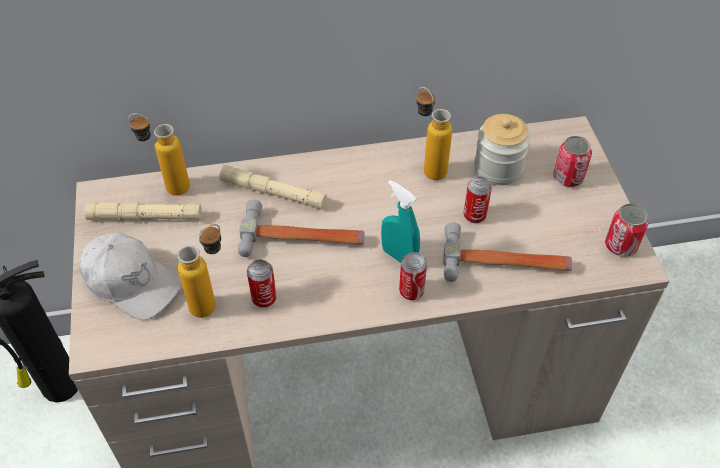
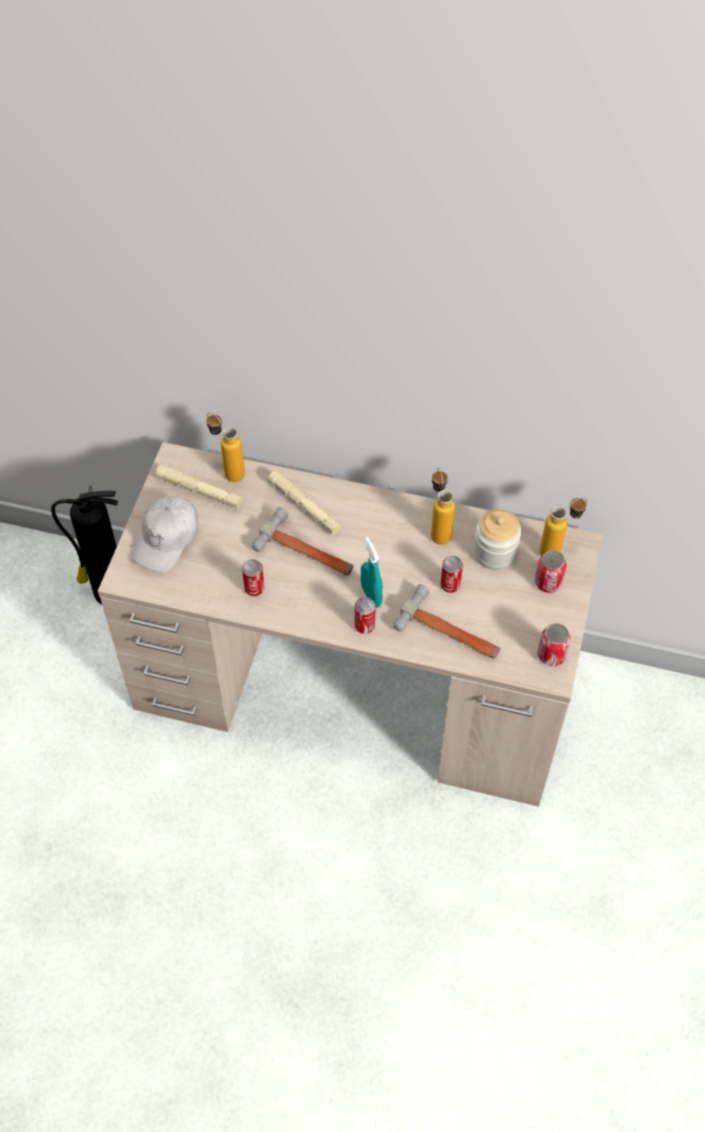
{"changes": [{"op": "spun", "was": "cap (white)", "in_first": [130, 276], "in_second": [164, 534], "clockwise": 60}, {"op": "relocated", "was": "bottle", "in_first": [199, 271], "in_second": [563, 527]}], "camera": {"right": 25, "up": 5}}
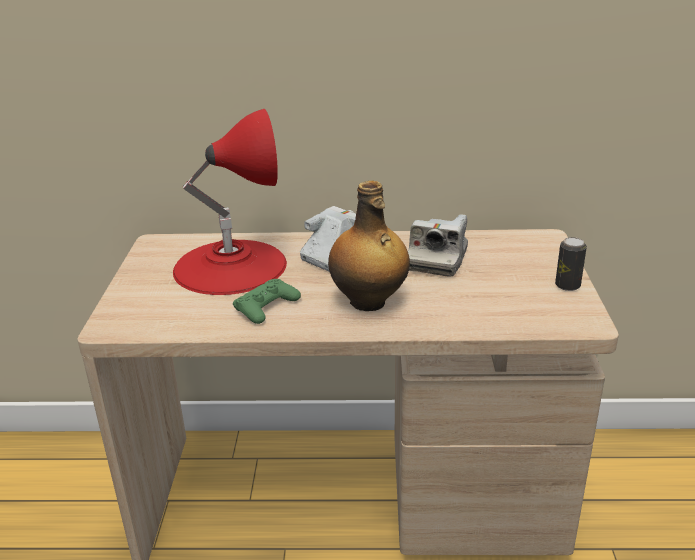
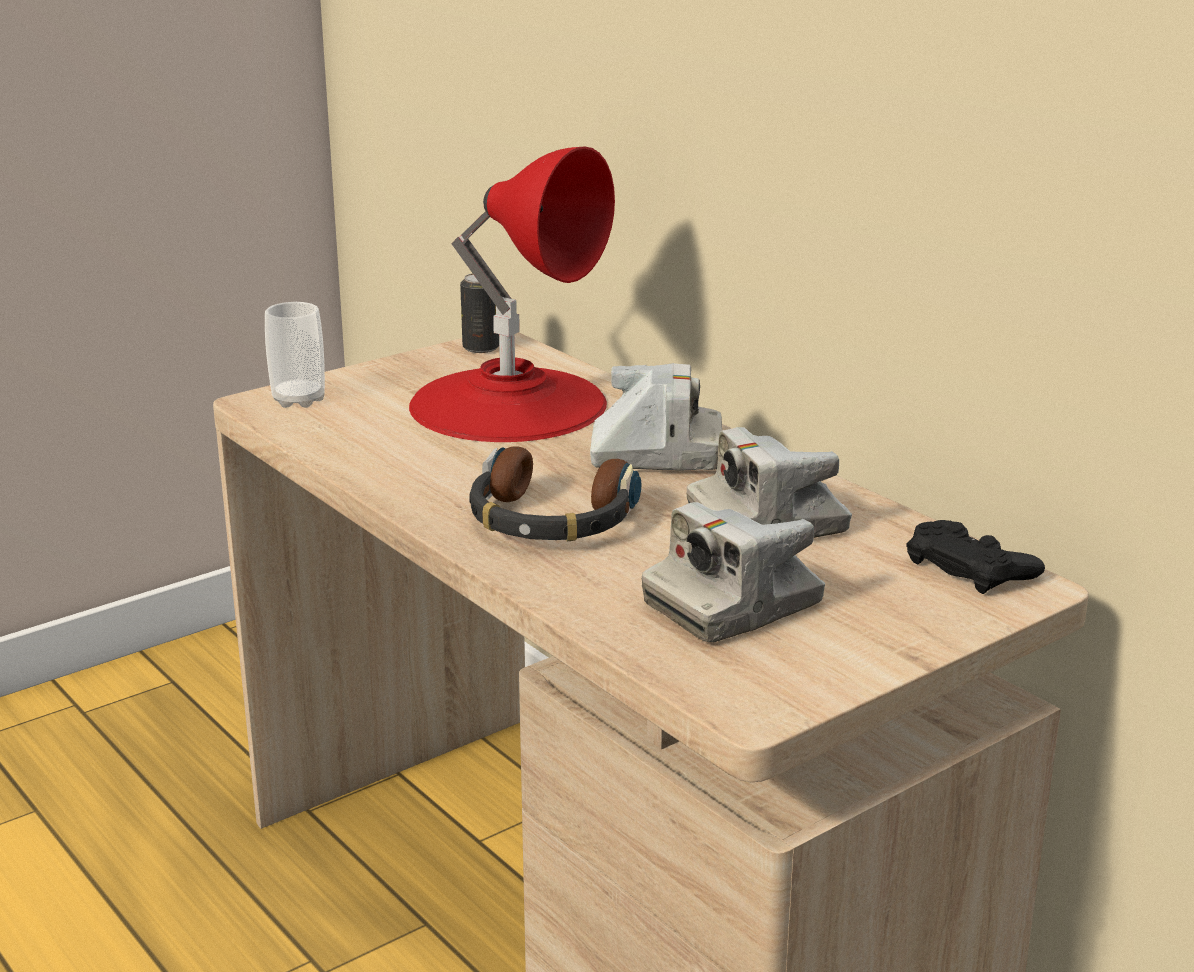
{"changes": [{"op": "missing", "was": "game controller (green)", "in_first": [267, 301]}, {"op": "exchanged", "was": "bottle", "now": "headphones", "in_first": [369, 246], "in_second": [555, 494]}, {"op": "relocated", "was": "can", "in_first": [571, 264], "in_second": [479, 313]}, {"op": "appeared", "now": "cup", "in_second": [295, 355]}, {"op": "appeared", "now": "photo camera", "in_second": [733, 572]}, {"op": "appeared", "now": "game controller (black)", "in_second": [975, 557]}], "camera": {"right": 50, "up": -5}}
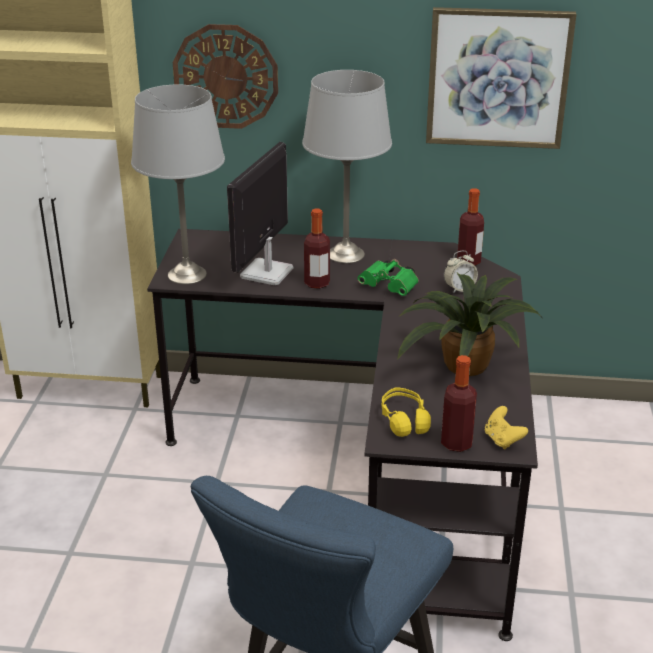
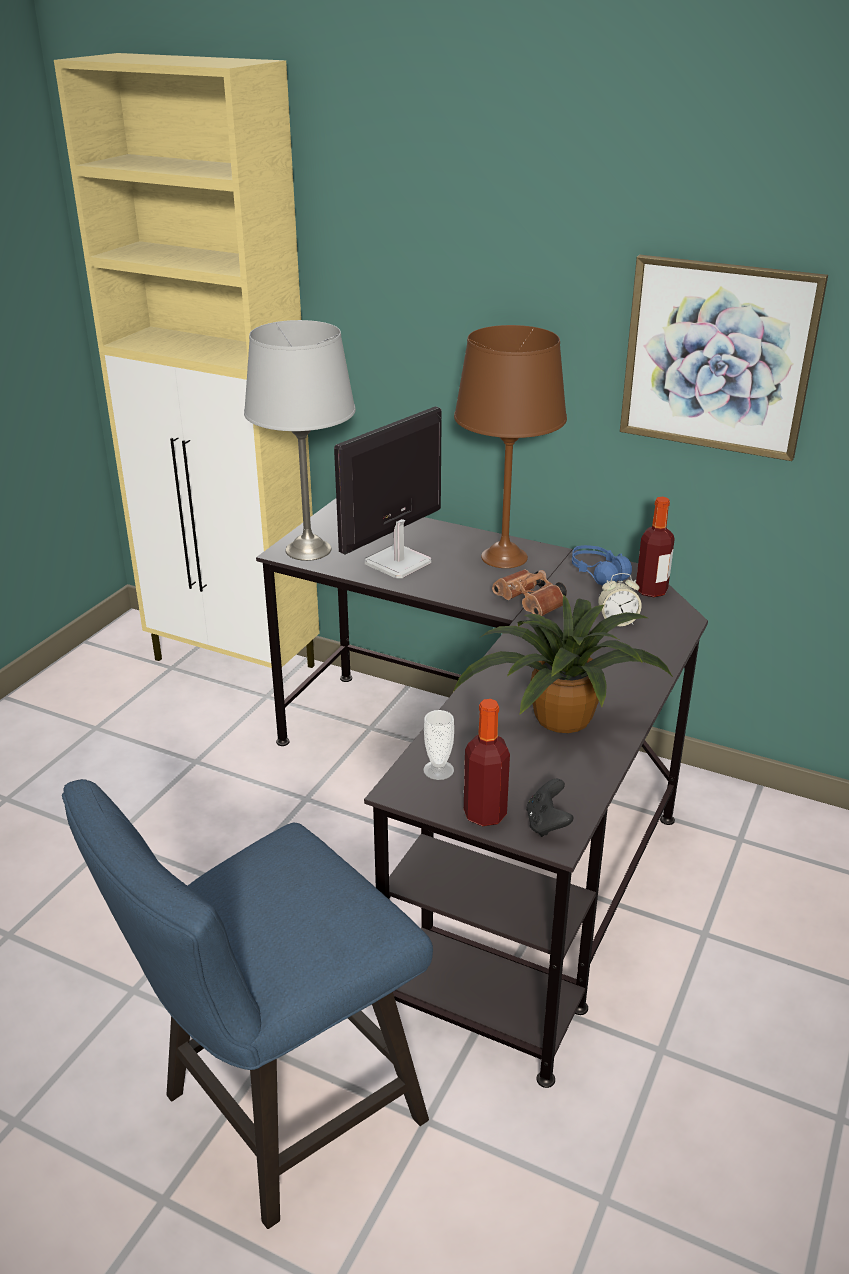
{"changes": [{"op": "missing", "was": "wall clock", "in_first": [225, 76]}, {"op": "colour", "was": "table lamp (grey)", "now": "table lamp (brown)", "in_first": [347, 166], "in_second": [510, 446]}, {"op": "missing", "was": "bottle", "in_first": [317, 248]}, {"op": "colour", "was": "binoculars (green)", "now": "binoculars (brown)", "in_first": [388, 277], "in_second": [529, 592]}, {"op": "exchanged", "was": "headphones (yellow)", "now": "cup", "in_first": [406, 412], "in_second": [438, 745]}, {"op": "colour", "was": "game controller (yellow)", "now": "game controller (black)", "in_first": [506, 427], "in_second": [550, 808]}, {"op": "appeared", "now": "headphones (blue)", "in_second": [602, 565]}], "camera": {"right": 20, "up": 0}}
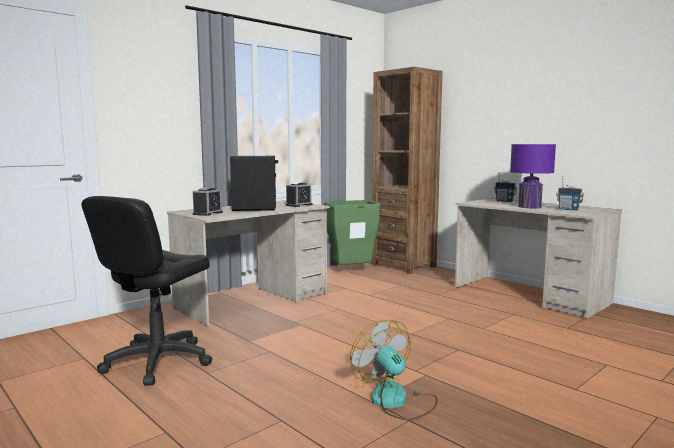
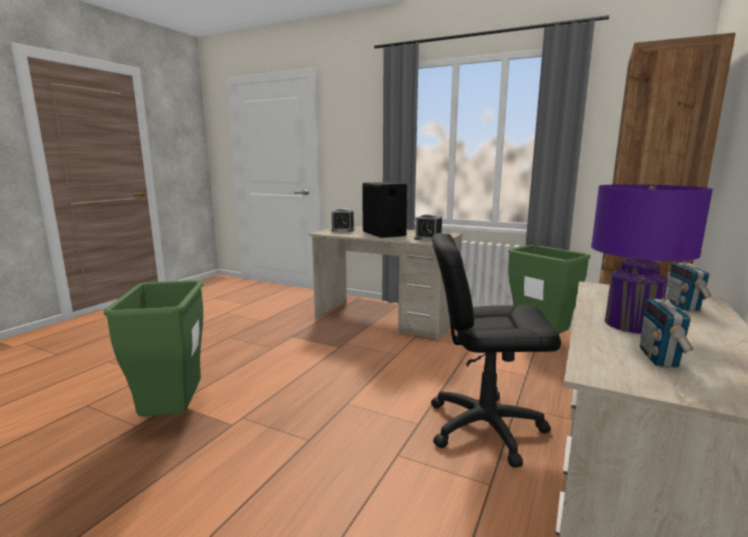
{"changes": [{"op": "relocated", "was": "office chair (black)", "in_first": [146, 291], "in_second": [496, 350]}, {"op": "exchanged", "was": "fan", "now": "trash can (green)", "in_first": [394, 370], "in_second": [153, 348]}], "camera": {"right": 70, "up": 5}}
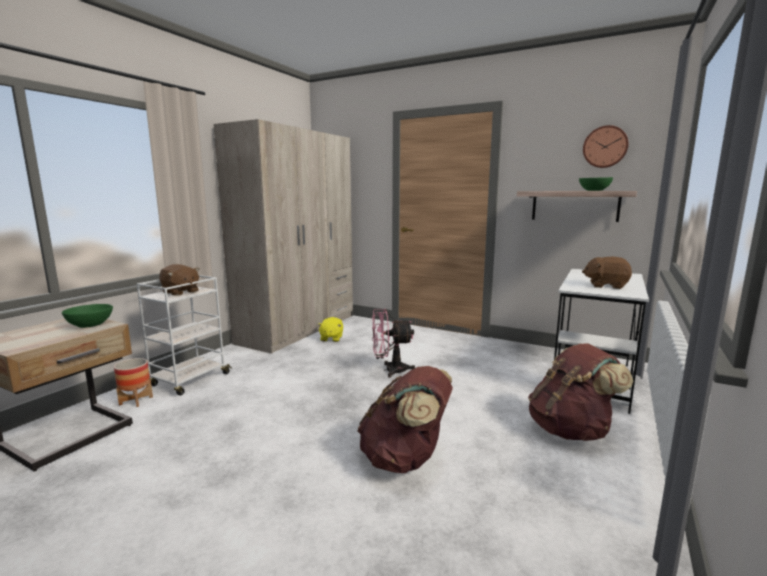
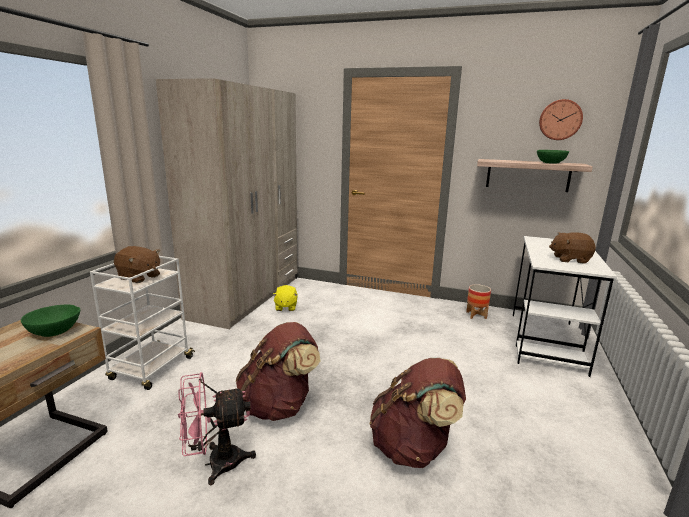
{"changes": [{"op": "relocated", "was": "planter", "in_first": [133, 382], "in_second": [478, 301]}, {"op": "relocated", "was": "fan (pink)", "in_first": [393, 343], "in_second": [217, 428]}, {"op": "relocated", "was": "backpack (brown)", "in_first": [580, 392], "in_second": [278, 371]}], "camera": {"right": -10, "up": 5}}
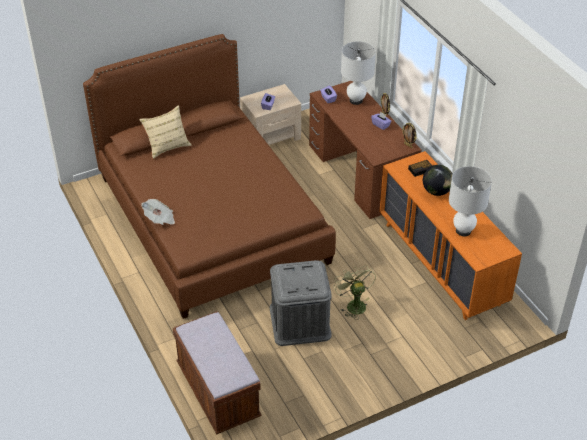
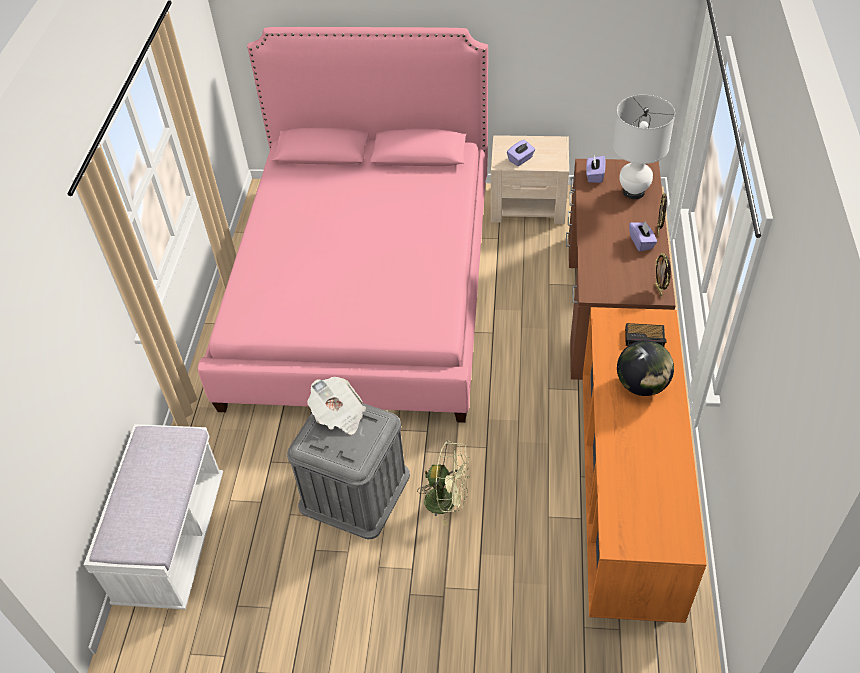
{"changes": [{"op": "colour", "was": "bed (brown)", "now": "bed (pink)", "in_first": [209, 176], "in_second": [343, 225]}, {"op": "missing", "was": "pillow (beige)", "in_first": [165, 132]}, {"op": "relocated", "was": "newspaper", "in_first": [158, 212], "in_second": [336, 406]}, {"op": "colour", "was": "bench (brown)", "now": "bench (white)", "in_first": [217, 373], "in_second": [153, 516]}, {"op": "spun", "was": "fan (green)", "in_first": [355, 292], "in_second": [443, 483], "clockwise": 90}, {"op": "missing", "was": "table lamp (white)", "in_first": [470, 201]}], "camera": {"right": 35, "up": 5}}
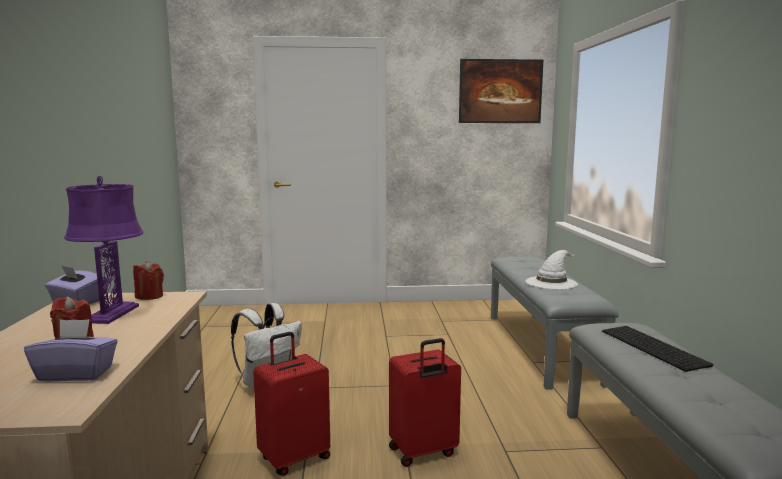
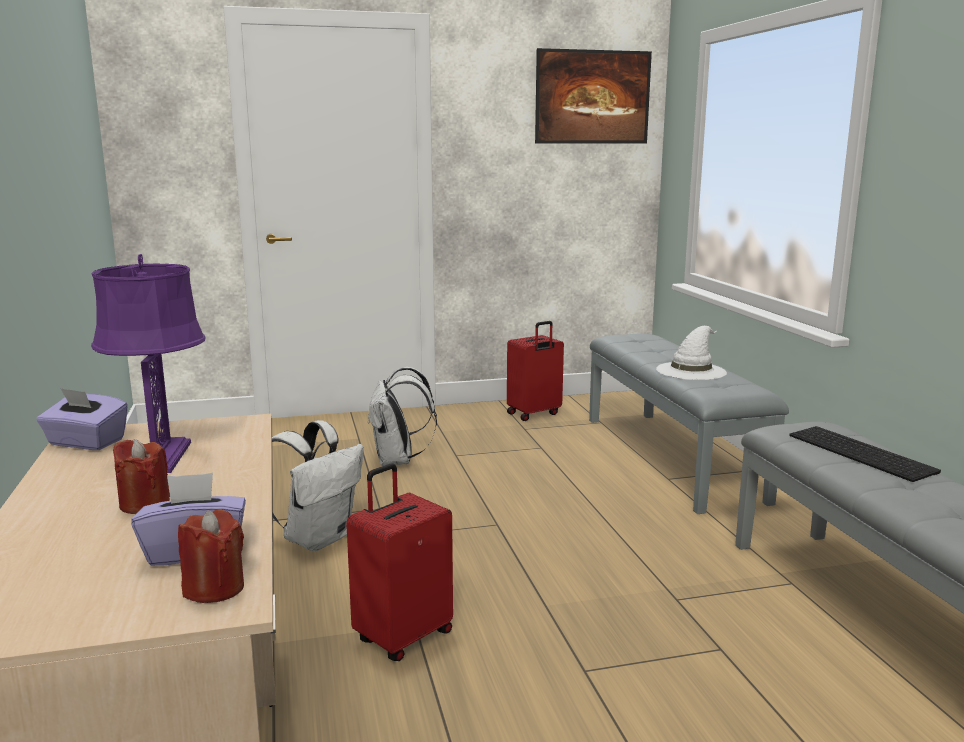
{"changes": [{"op": "relocated", "was": "candle (red)", "in_first": [148, 280], "in_second": [211, 556]}, {"op": "relocated", "was": "suitcase (red)", "in_first": [425, 402], "in_second": [535, 371]}, {"op": "appeared", "now": "backpack (white)", "in_second": [402, 416]}], "camera": {"right": -10, "up": 5}}
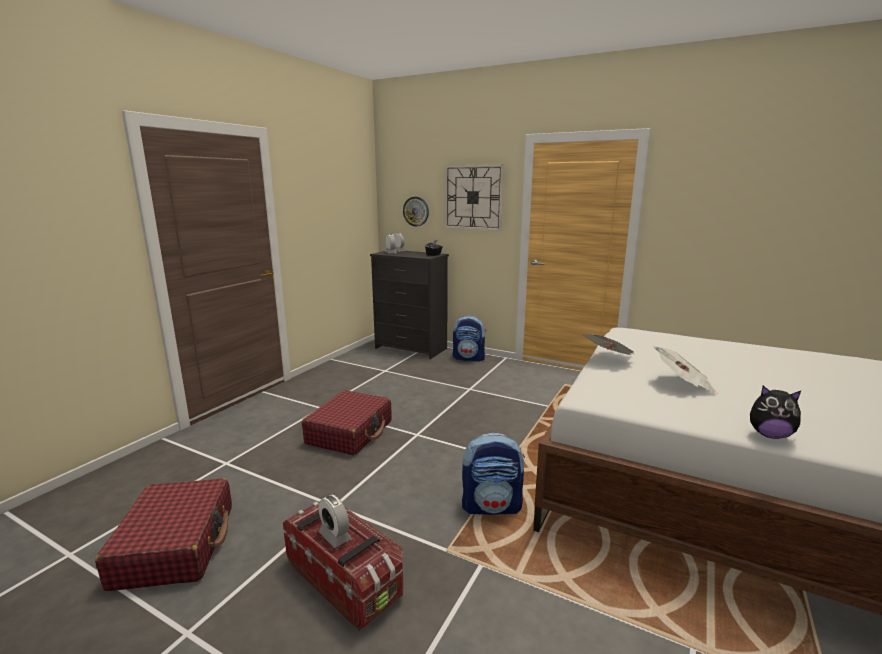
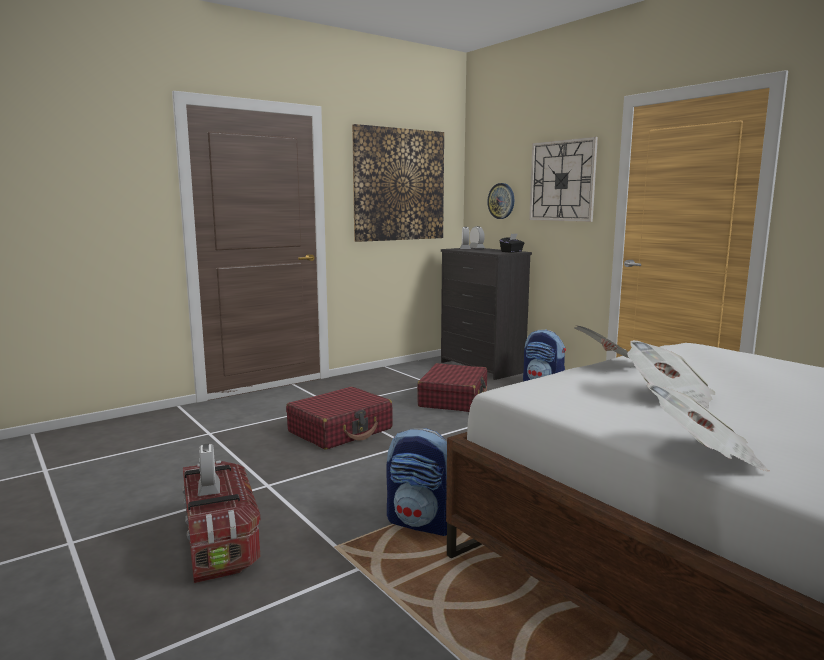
{"changes": [{"op": "relocated", "was": "suitcase (red)", "in_first": [163, 534], "in_second": [452, 387]}, {"op": "exchanged", "was": "plush toy", "now": "newspaper", "in_first": [775, 412], "in_second": [708, 428]}, {"op": "appeared", "now": "picture", "in_second": [398, 183]}], "camera": {"right": 25, "up": -5}}
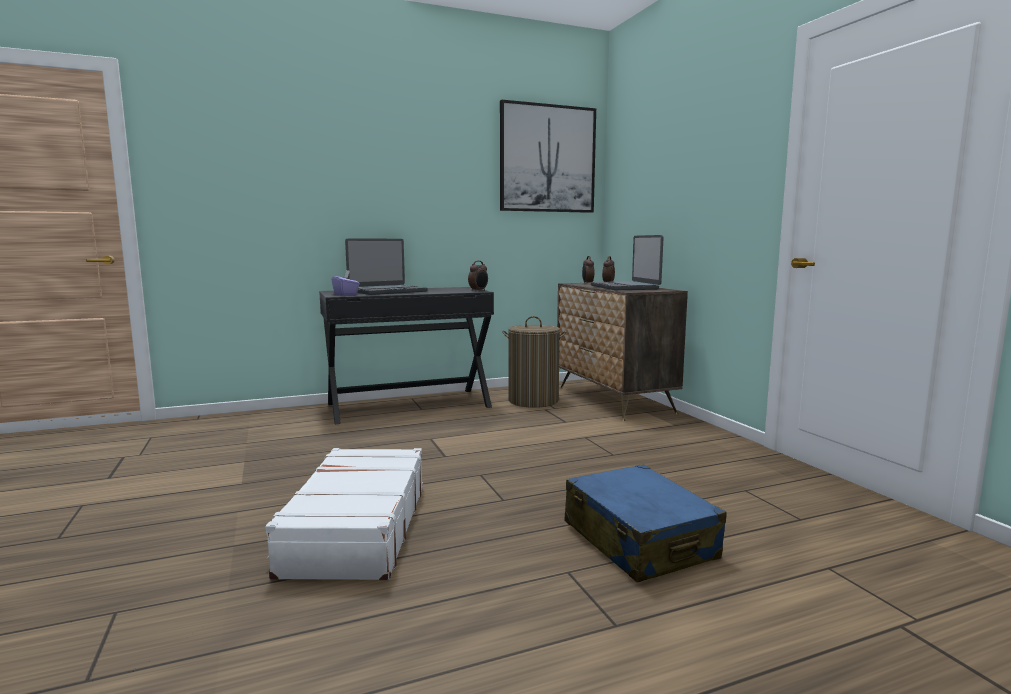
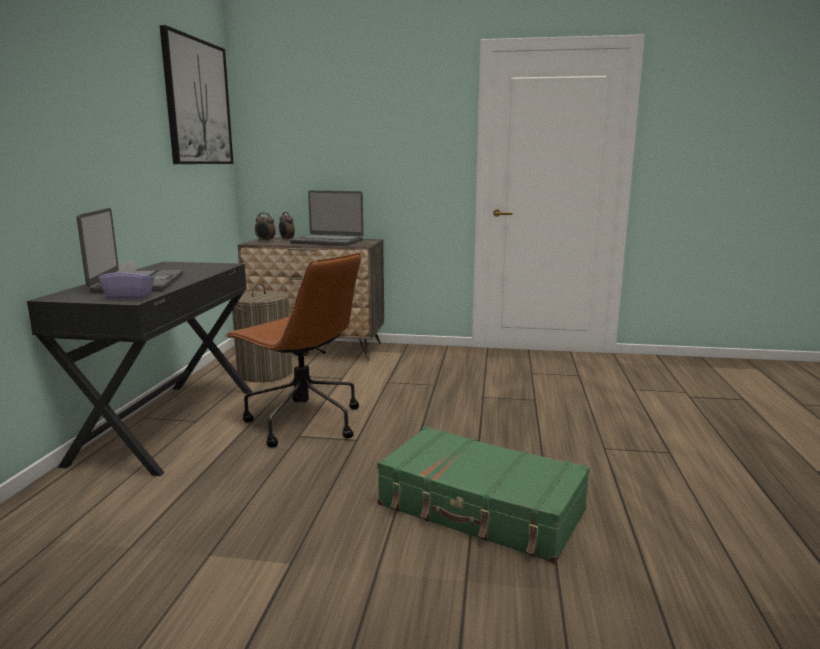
{"changes": [{"op": "colour", "was": "suitcase (white)", "now": "suitcase (green)", "in_first": [344, 514], "in_second": [483, 495]}, {"op": "missing", "was": "alarm clock", "in_first": [478, 276]}, {"op": "missing", "was": "suitcase (blue)", "in_first": [645, 523]}, {"op": "appeared", "now": "office chair (brown)", "in_second": [293, 350]}], "camera": {"right": -60, "up": 5}}
